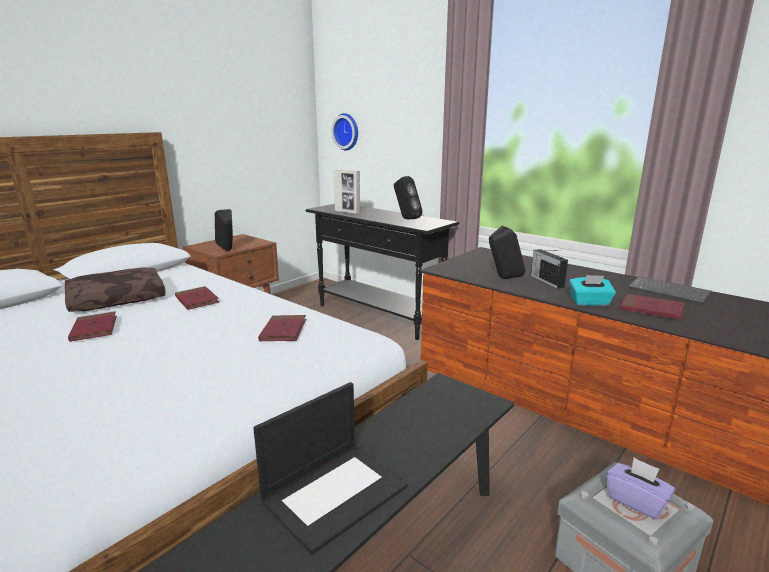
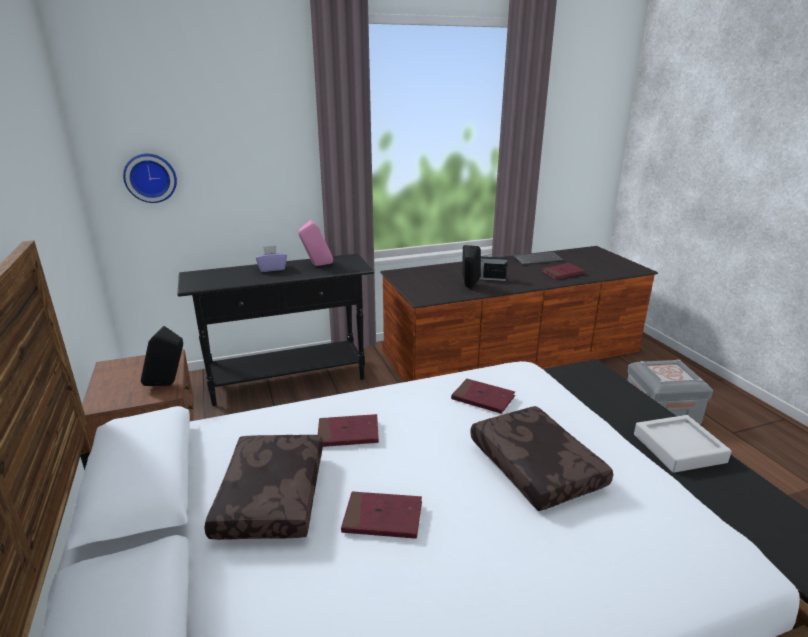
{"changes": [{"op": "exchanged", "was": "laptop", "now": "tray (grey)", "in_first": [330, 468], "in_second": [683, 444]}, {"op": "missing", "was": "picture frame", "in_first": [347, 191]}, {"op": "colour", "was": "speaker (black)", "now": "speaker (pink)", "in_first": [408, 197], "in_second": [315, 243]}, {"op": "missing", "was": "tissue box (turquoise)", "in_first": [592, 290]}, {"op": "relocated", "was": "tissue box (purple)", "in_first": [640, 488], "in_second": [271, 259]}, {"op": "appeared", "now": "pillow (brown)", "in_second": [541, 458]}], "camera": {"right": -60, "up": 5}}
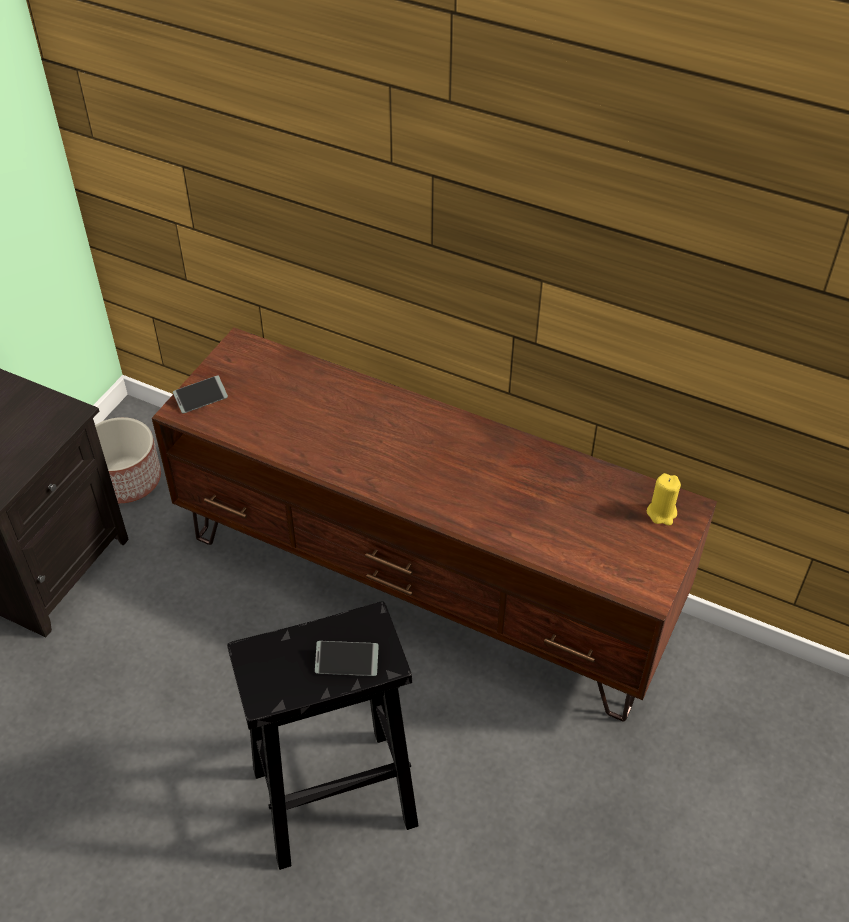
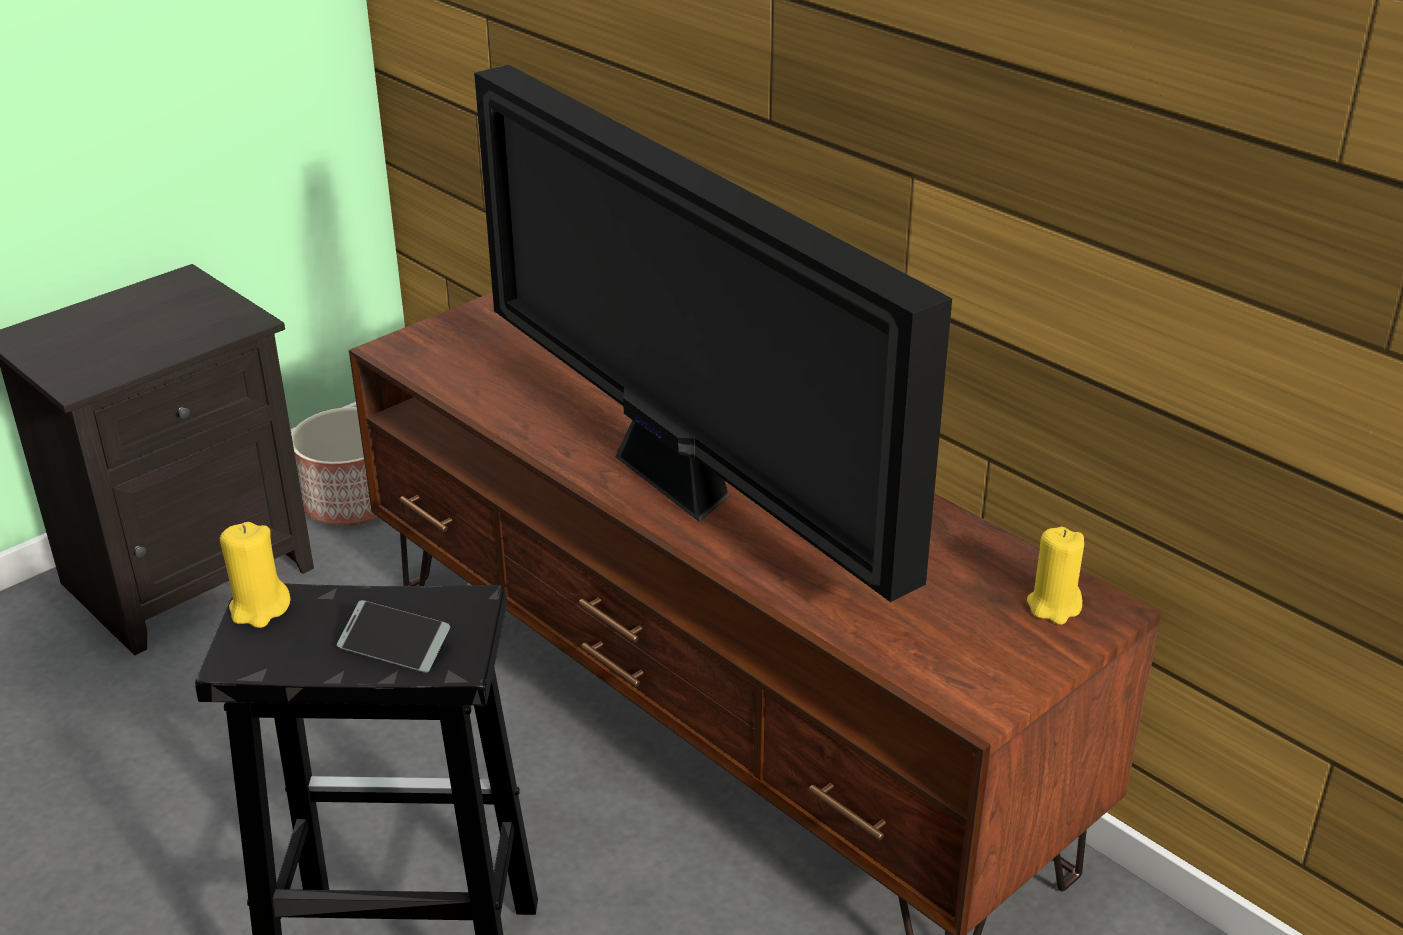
{"changes": [{"op": "missing", "was": "phone", "in_first": [200, 394]}, {"op": "appeared", "now": "candle (yellow)", "in_second": [255, 575]}, {"op": "appeared", "now": "television", "in_second": [713, 333]}], "camera": {"right": 20, "up": -15}}
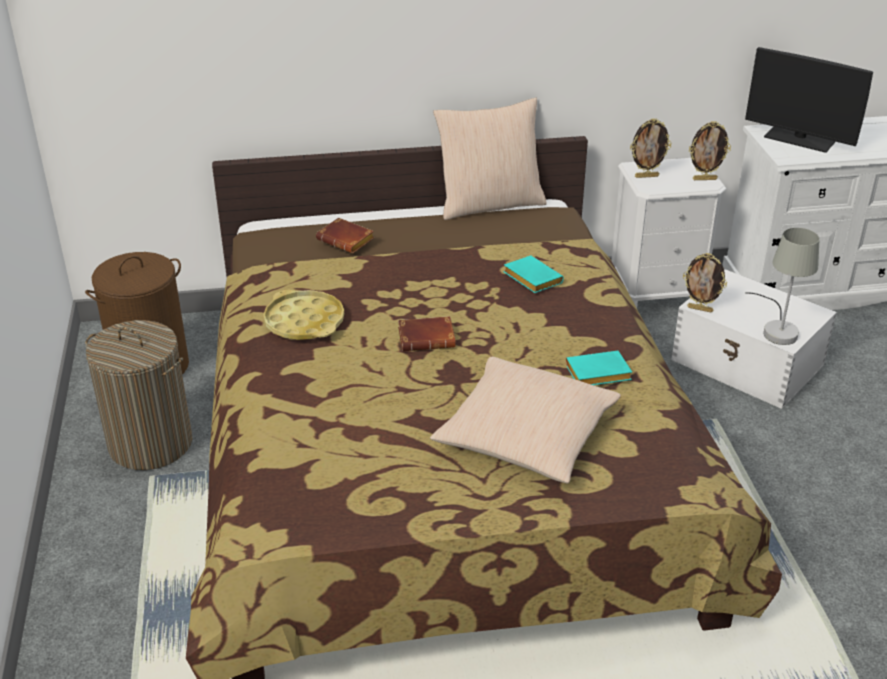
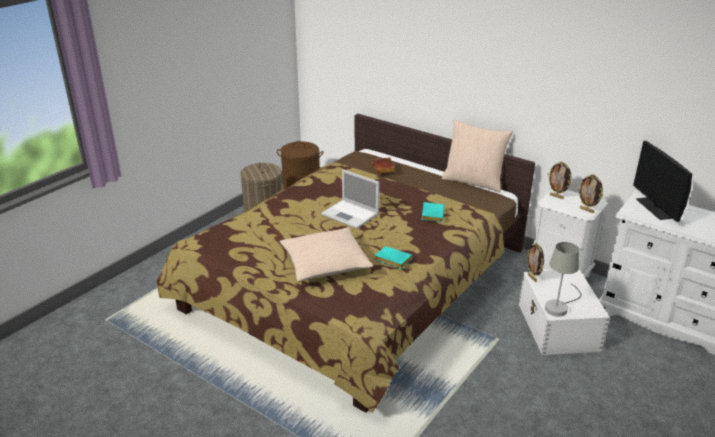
{"changes": [{"op": "missing", "was": "tray (yellow)", "in_first": [303, 315]}, {"op": "exchanged", "was": "book (brown)", "now": "laptop", "in_first": [427, 333], "in_second": [350, 199]}], "camera": {"right": 45, "up": -5}}
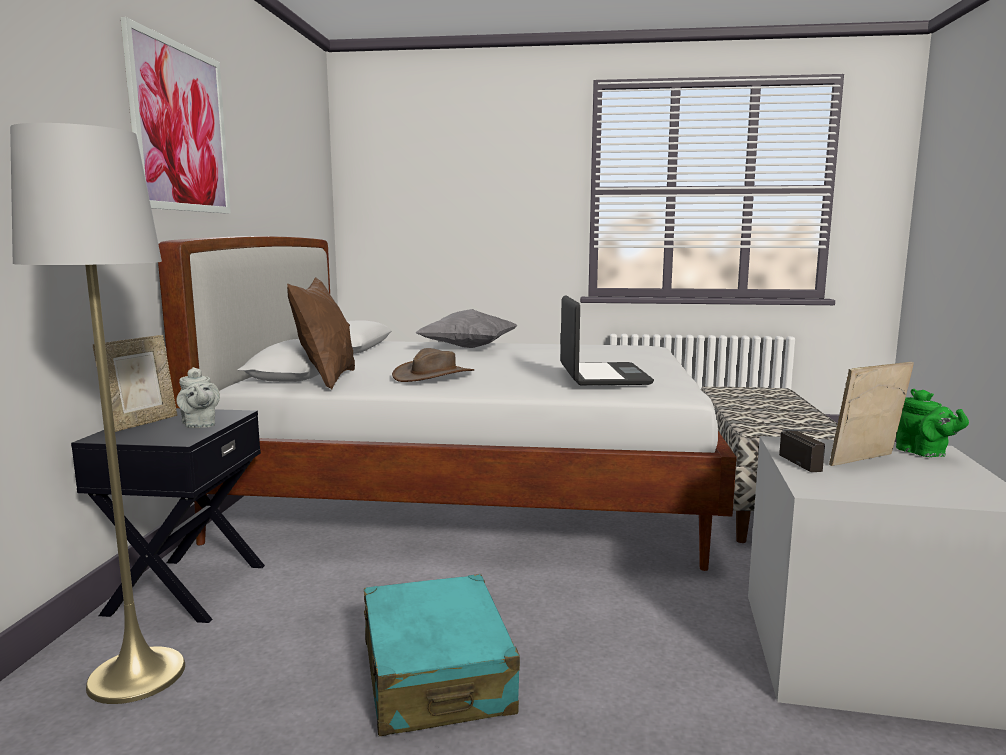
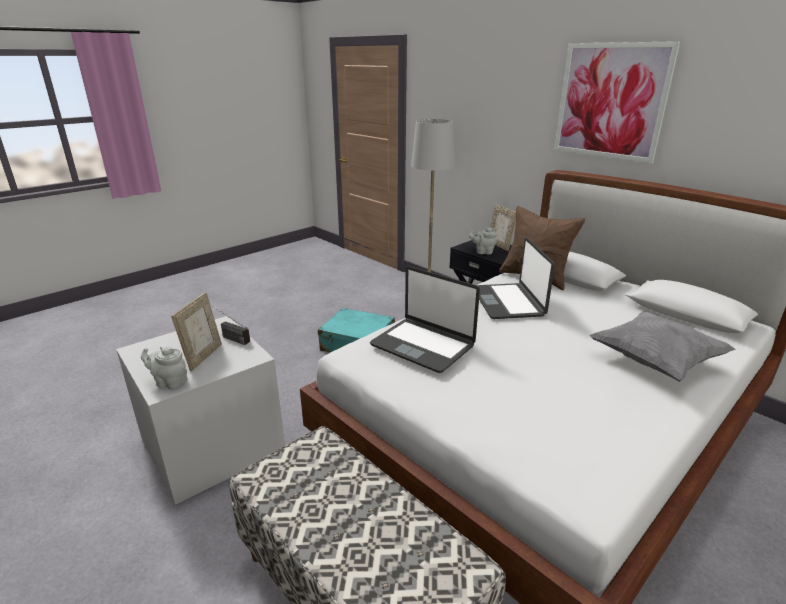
{"changes": [{"op": "exchanged", "was": "hat (brown)", "now": "laptop", "in_first": [433, 365], "in_second": [516, 278]}, {"op": "colour", "was": "teapot (green)", "now": "teapot (grey)", "in_first": [932, 423], "in_second": [164, 367]}], "camera": {"right": 130, "up": 15}}
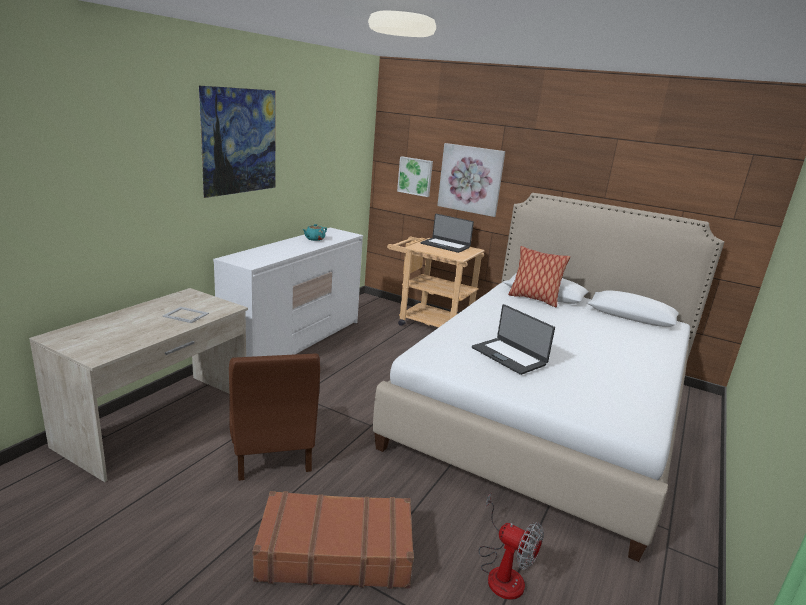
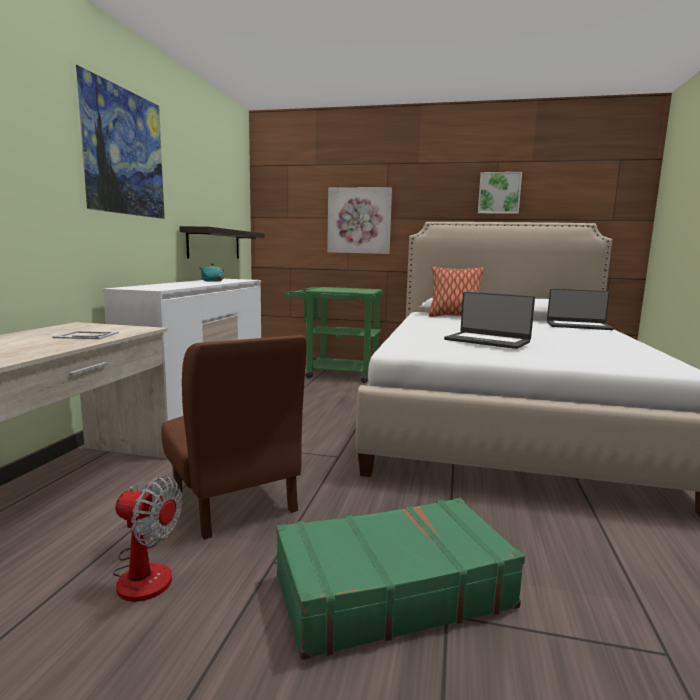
{"changes": [{"op": "colour", "was": "suitcase (brown)", "now": "suitcase (green)", "in_first": [333, 540], "in_second": [401, 579]}, {"op": "colour", "was": "cart (beige)", "now": "cart (green)", "in_first": [436, 282], "in_second": [333, 335]}, {"op": "relocated", "was": "picture", "in_first": [415, 176], "in_second": [500, 193]}, {"op": "relocated", "was": "laptop", "in_first": [447, 233], "in_second": [580, 309]}, {"op": "relocated", "was": "fan", "in_first": [511, 546], "in_second": [148, 539]}, {"op": "appeared", "now": "shelf", "in_second": [222, 242]}], "camera": {"right": -15, "up": -10}}
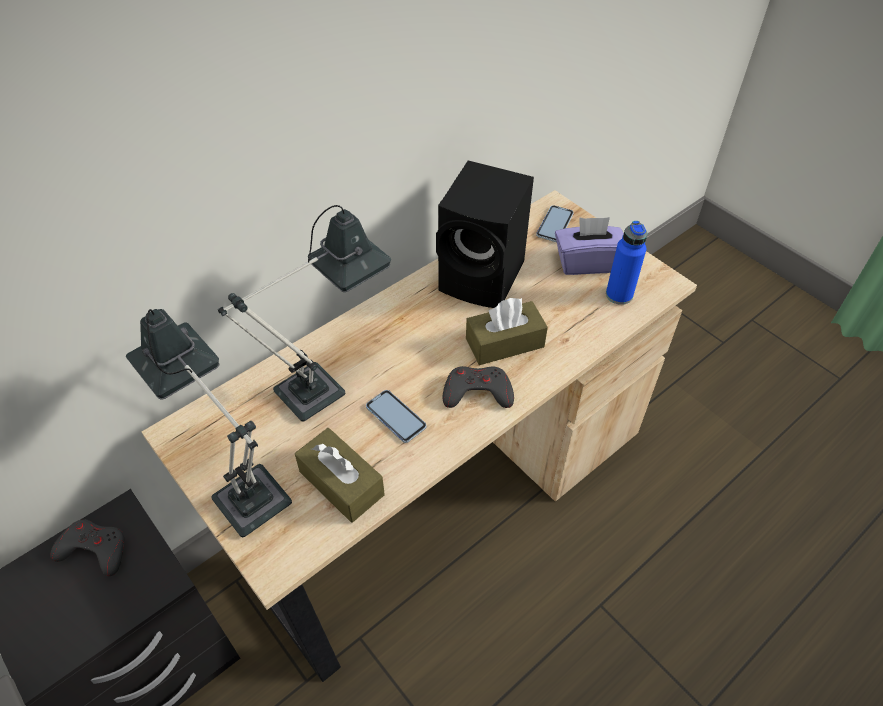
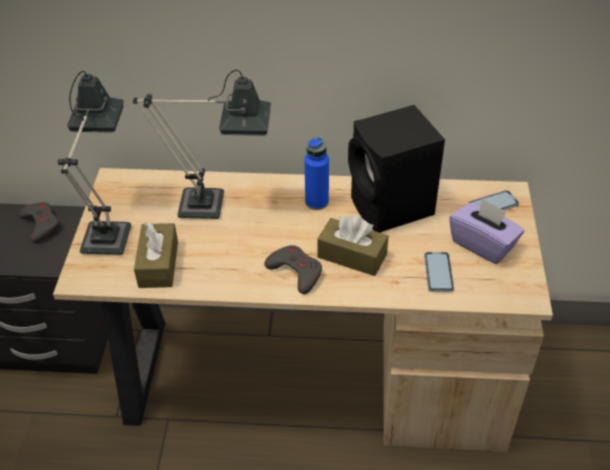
{"changes": [{"op": "relocated", "was": "phone", "in_first": [396, 416], "in_second": [439, 272]}, {"op": "relocated", "was": "bottle (blue)", "in_first": [626, 263], "in_second": [316, 173]}], "camera": {"right": 45, "up": -5}}
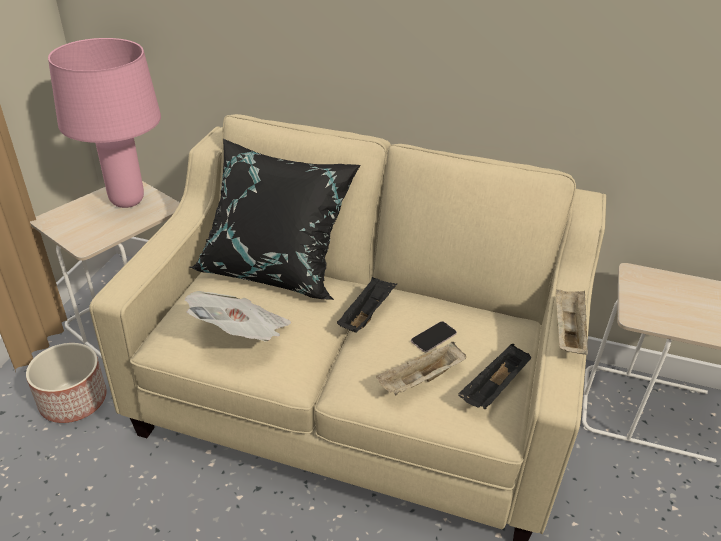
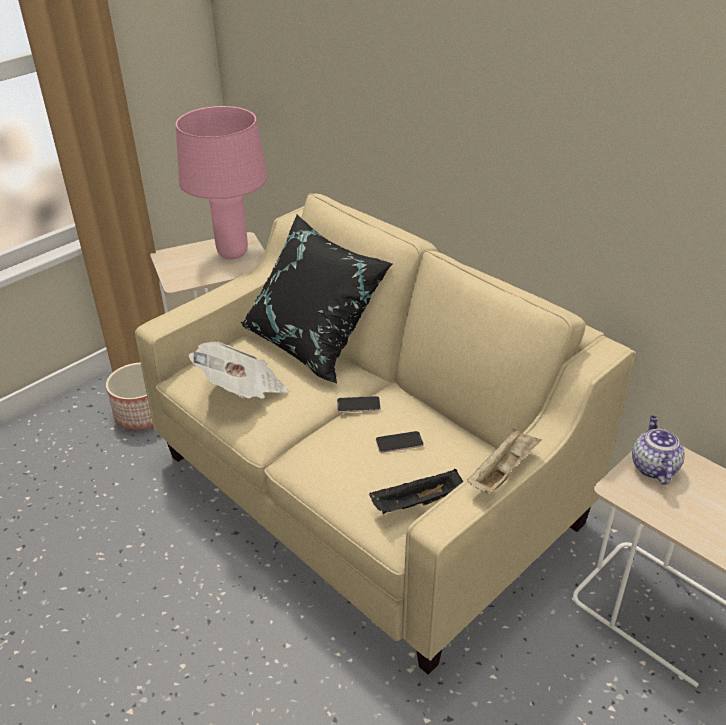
{"changes": [{"op": "exchanged", "was": "tray (black)", "now": "phone", "in_first": [367, 305], "in_second": [359, 404]}, {"op": "missing", "was": "tray (beige)", "in_first": [421, 368]}, {"op": "appeared", "now": "teapot", "in_second": [658, 450]}], "camera": {"right": 30, "up": 0}}
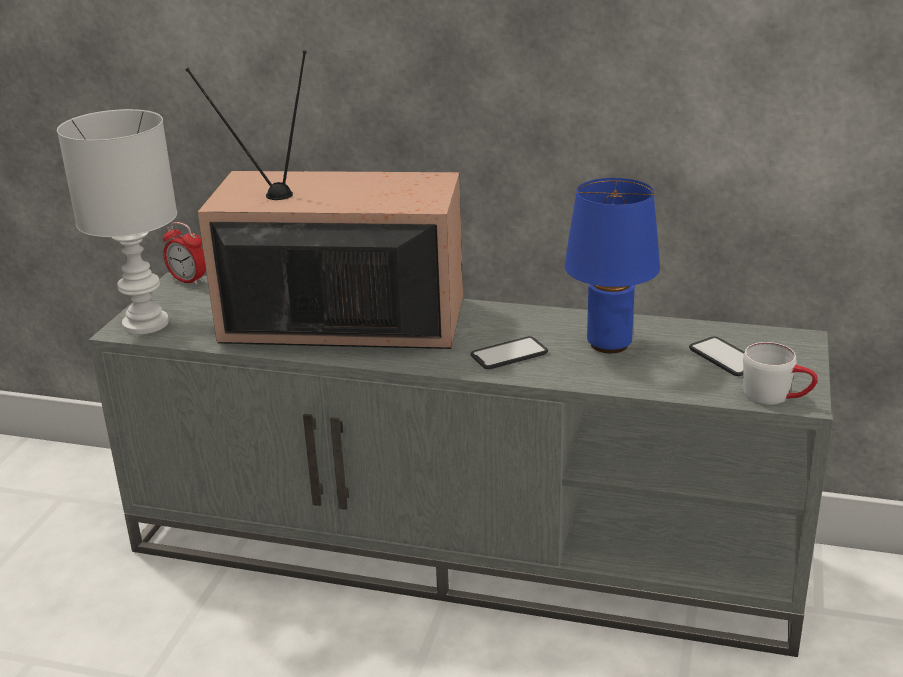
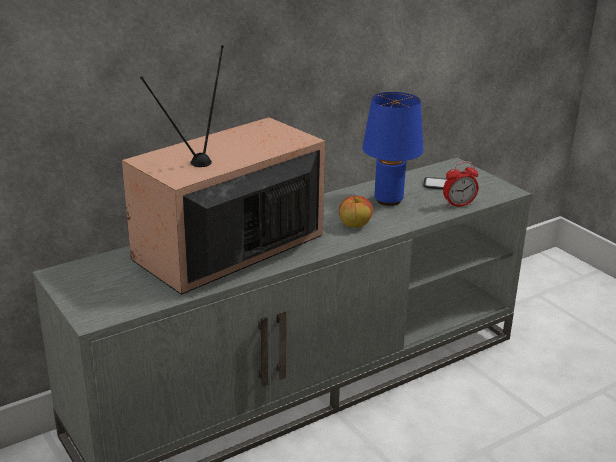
{"changes": [{"op": "missing", "was": "table lamp (white)", "in_first": [117, 221]}, {"op": "relocated", "was": "alarm clock", "in_first": [184, 254], "in_second": [461, 184]}, {"op": "exchanged", "was": "phone", "now": "apple", "in_first": [509, 352], "in_second": [356, 212]}, {"op": "missing", "was": "mug (white)", "in_first": [780, 373]}], "camera": {"right": -50, "up": 0}}
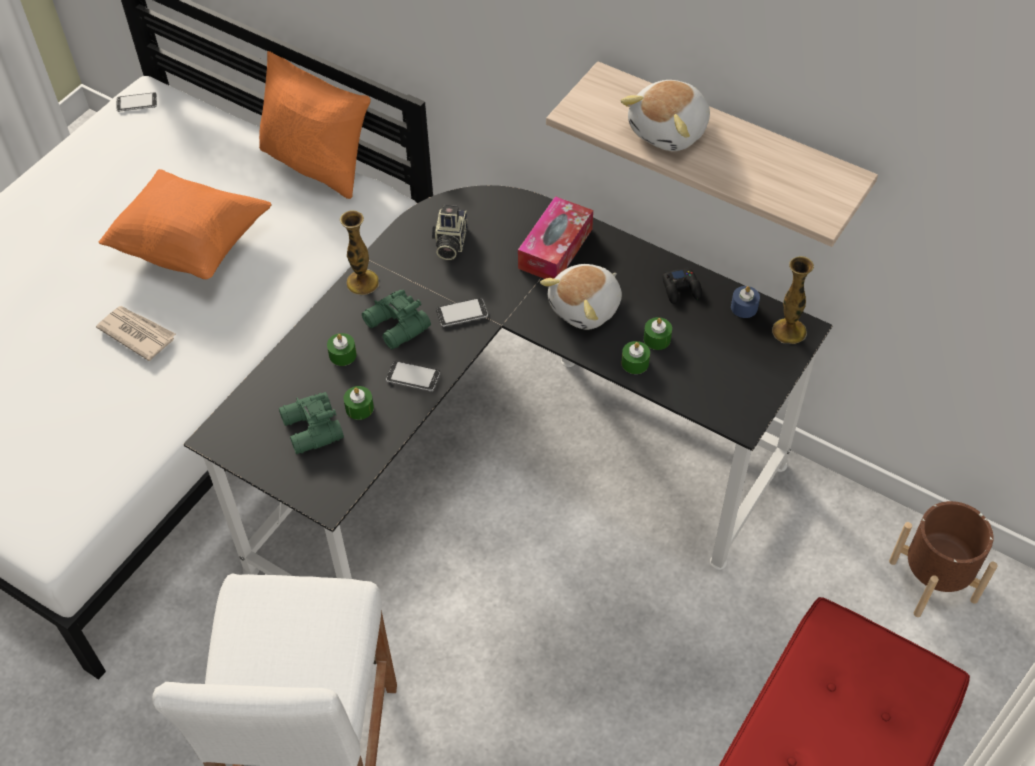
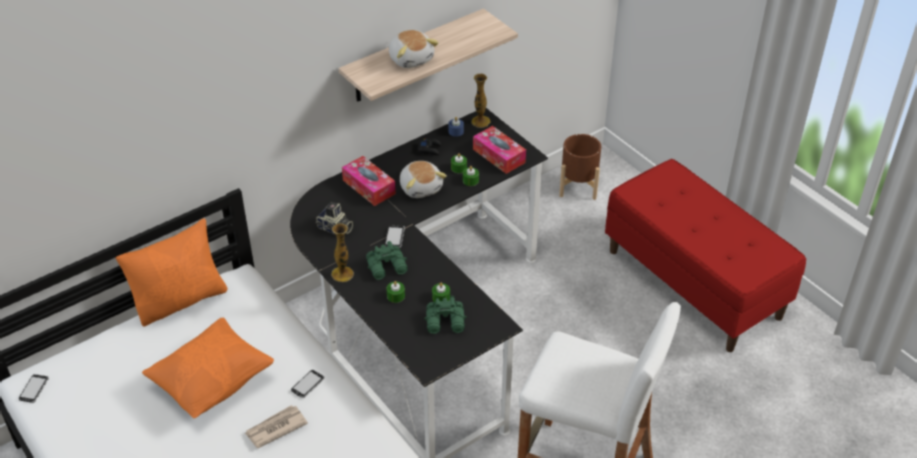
{"changes": [{"op": "relocated", "was": "phone", "in_first": [413, 376], "in_second": [308, 384]}, {"op": "appeared", "now": "tissue box", "in_second": [499, 150]}], "camera": {"right": -70, "up": -10}}
